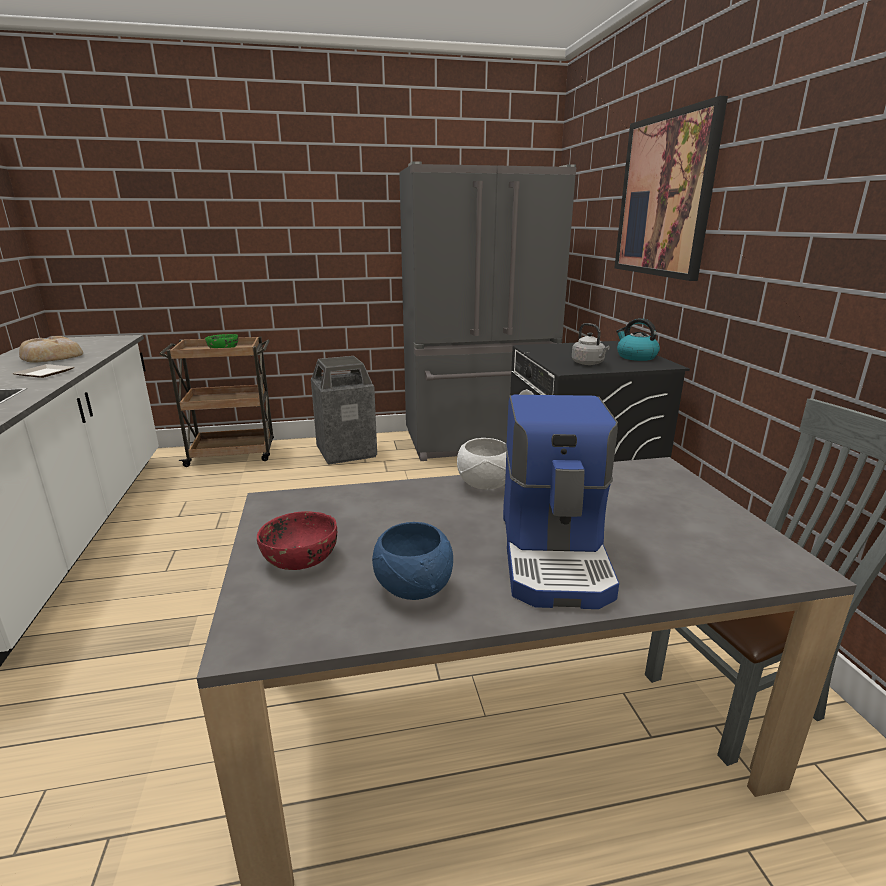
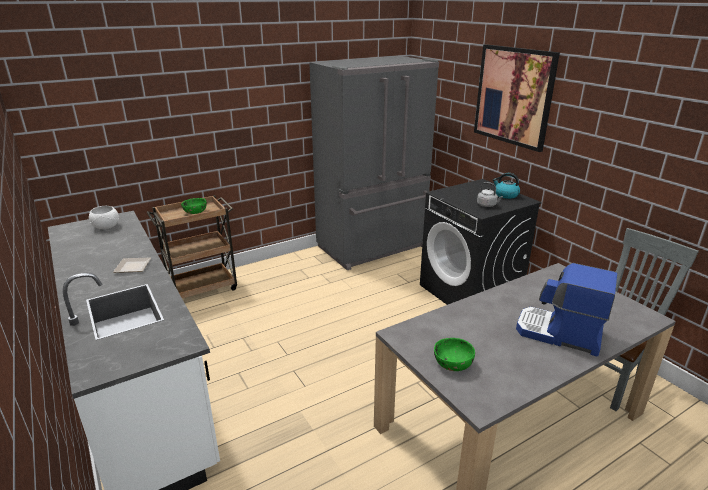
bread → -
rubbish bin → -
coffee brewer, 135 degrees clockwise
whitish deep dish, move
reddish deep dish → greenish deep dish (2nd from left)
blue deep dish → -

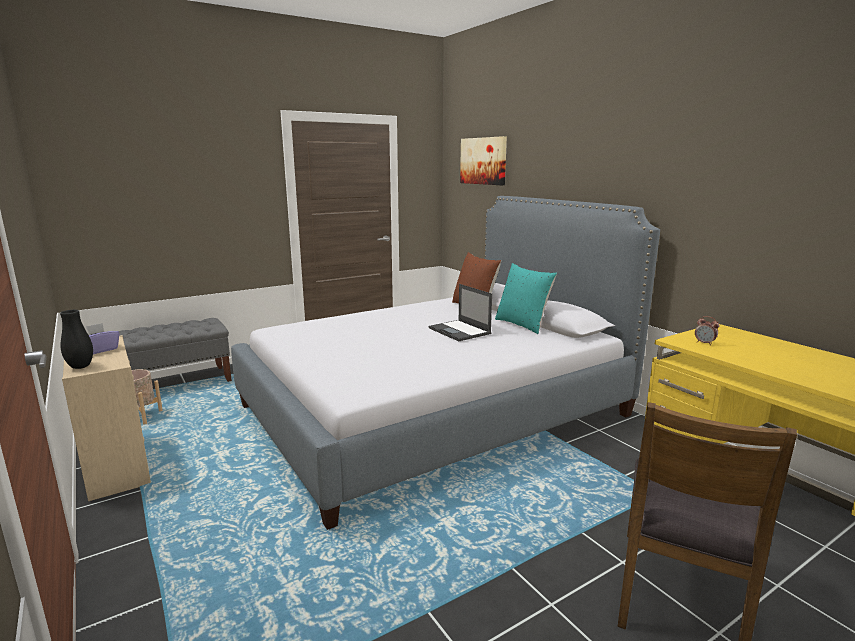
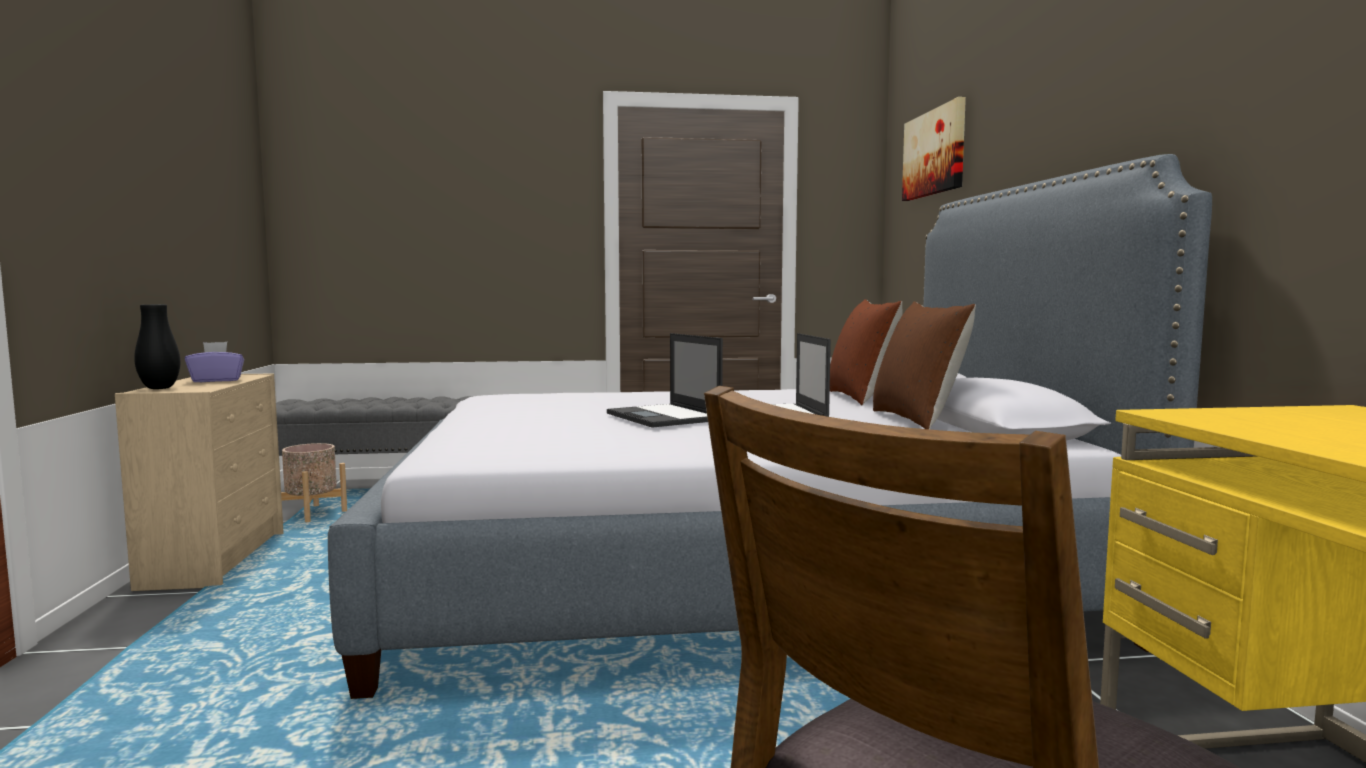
turquoise throw pillow → brown throw pillow (2nd from left)
alarm clock → -
- → laptop (1st from left)

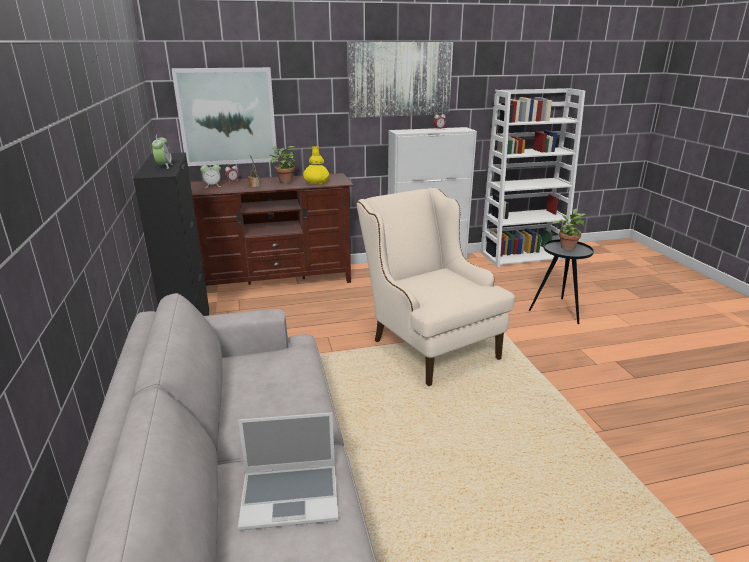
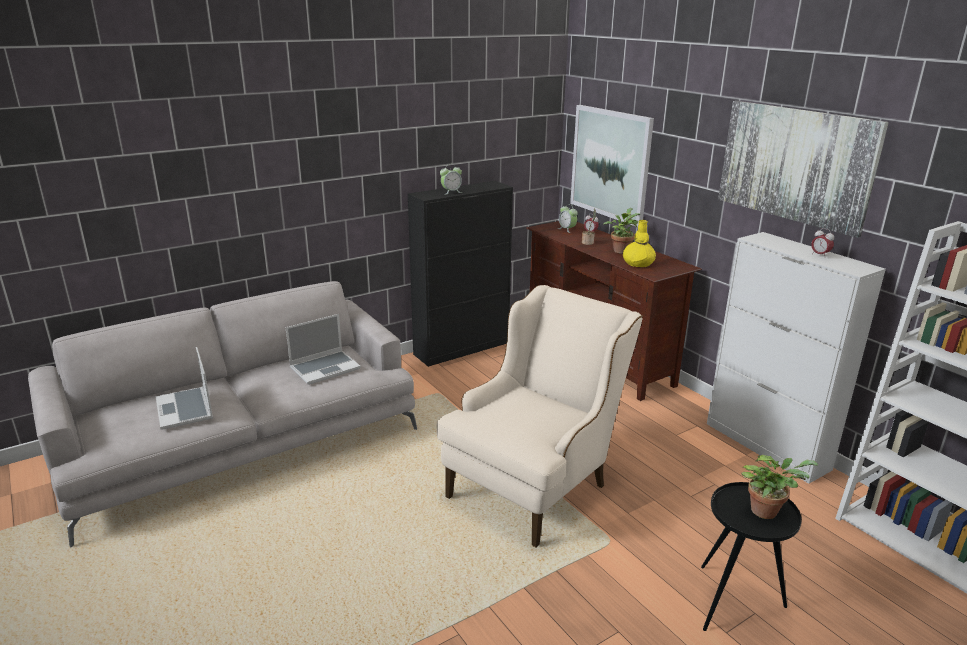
- → laptop (2nd from left)

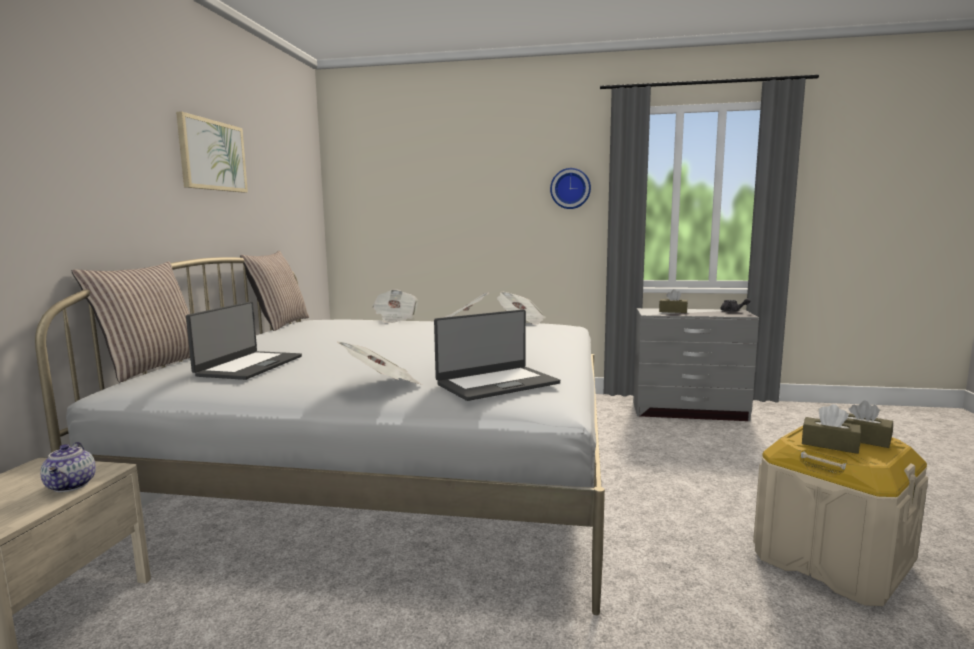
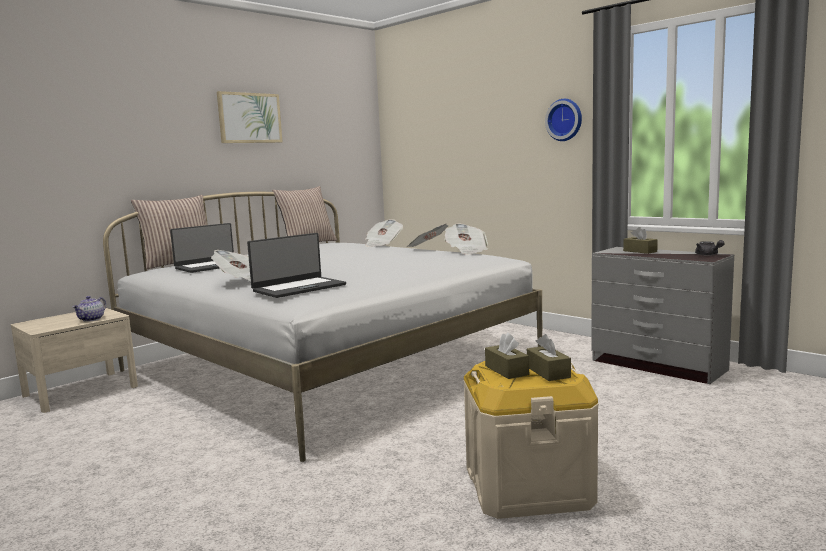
laptop (2nd from left), 45 degrees counterclockwise

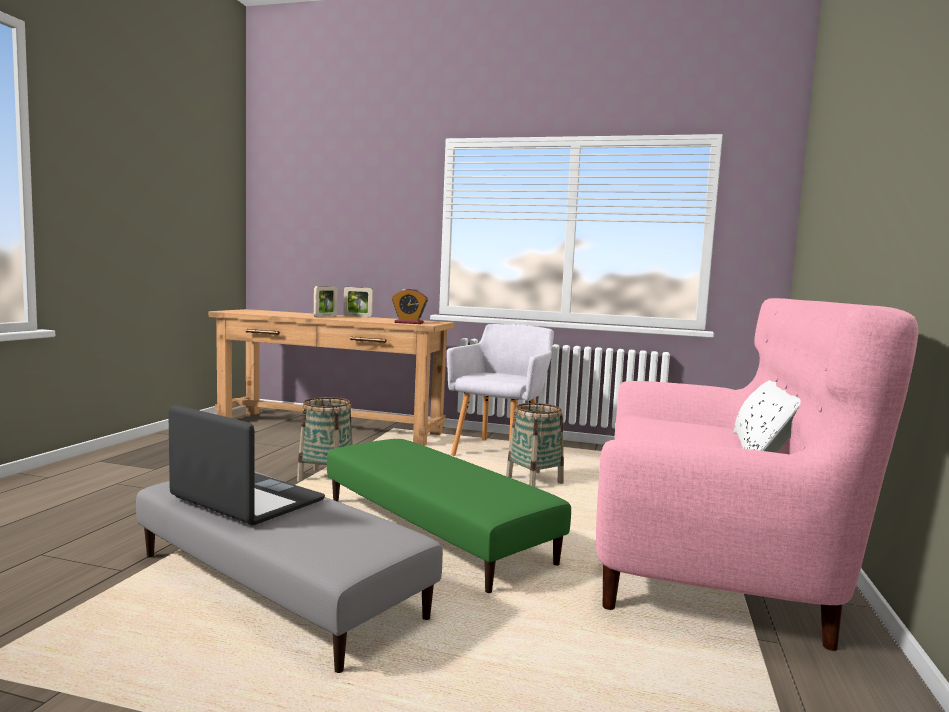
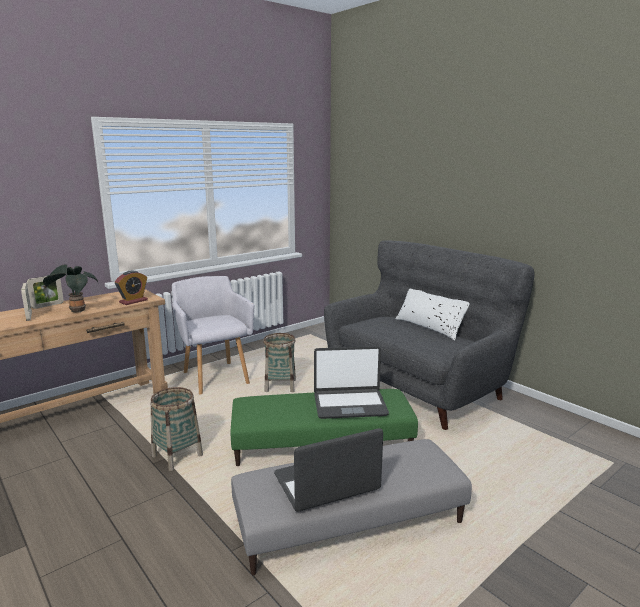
pink sofa → greyish sofa
- → houseplant
- → laptop (2nd from left)

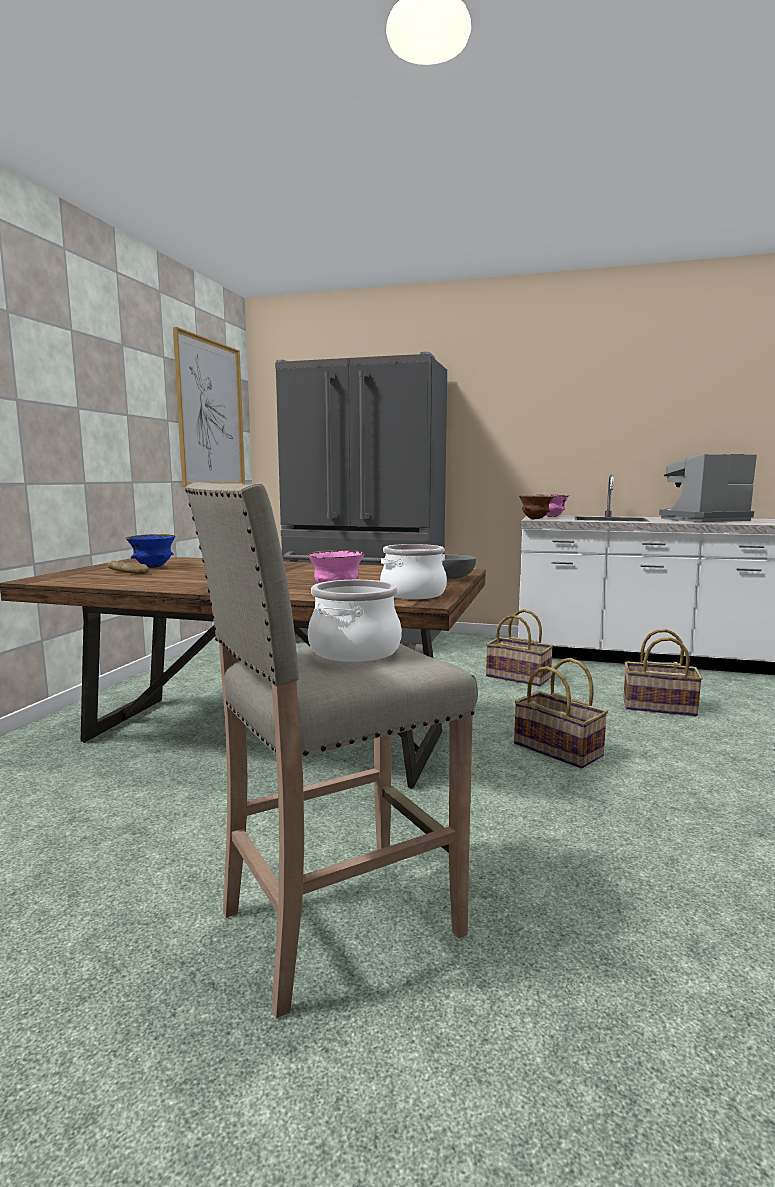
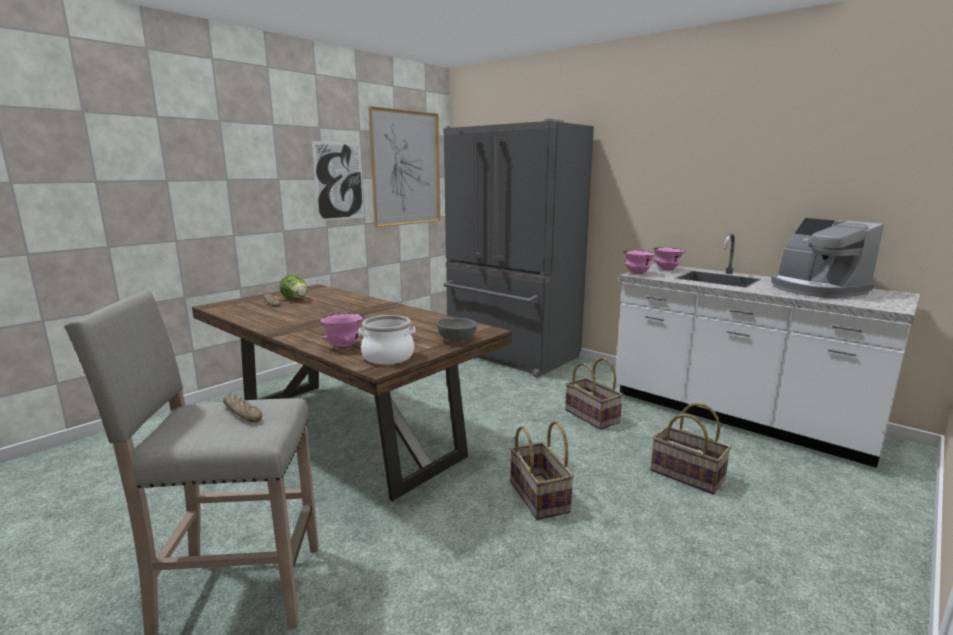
coffee brewer, 120 degrees counterclockwise
brown deep dish → pink deep dish (2nd from left)
blue deep dish → lettuce
cooking pot (1st from left) → bread (1st from left)
- → wall art (1st from left)

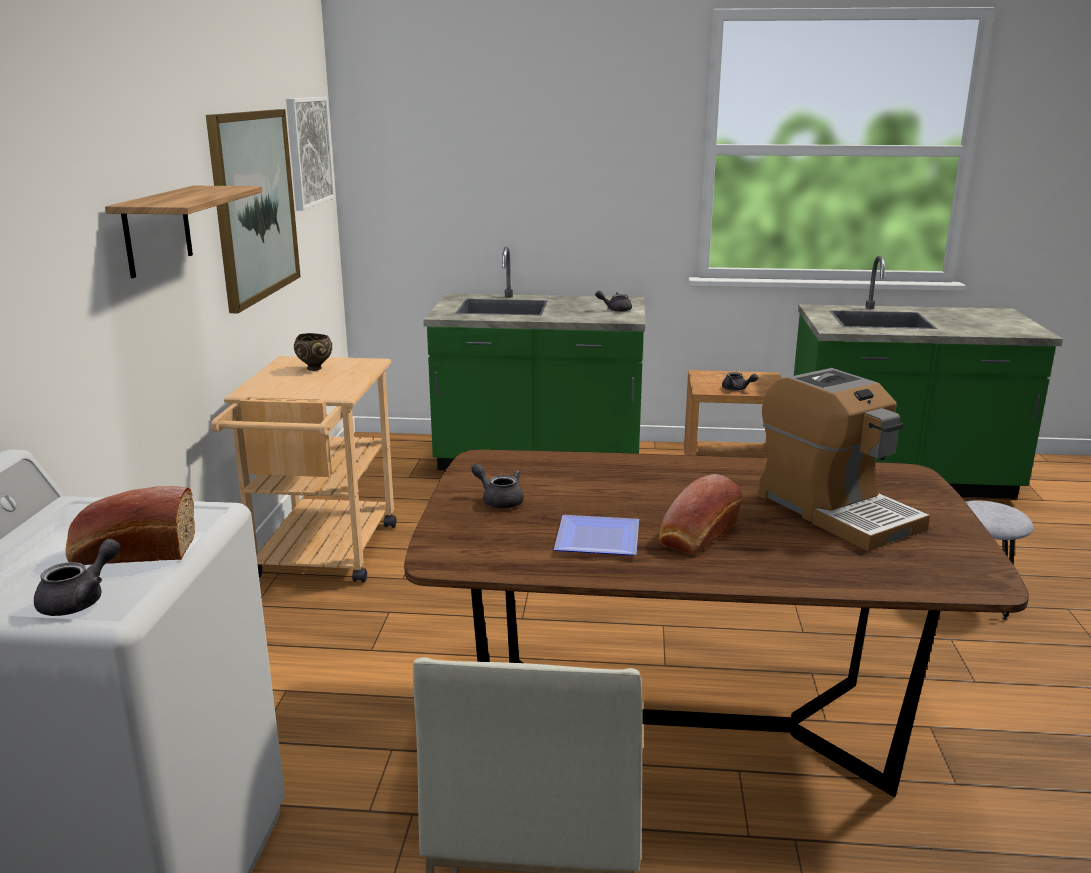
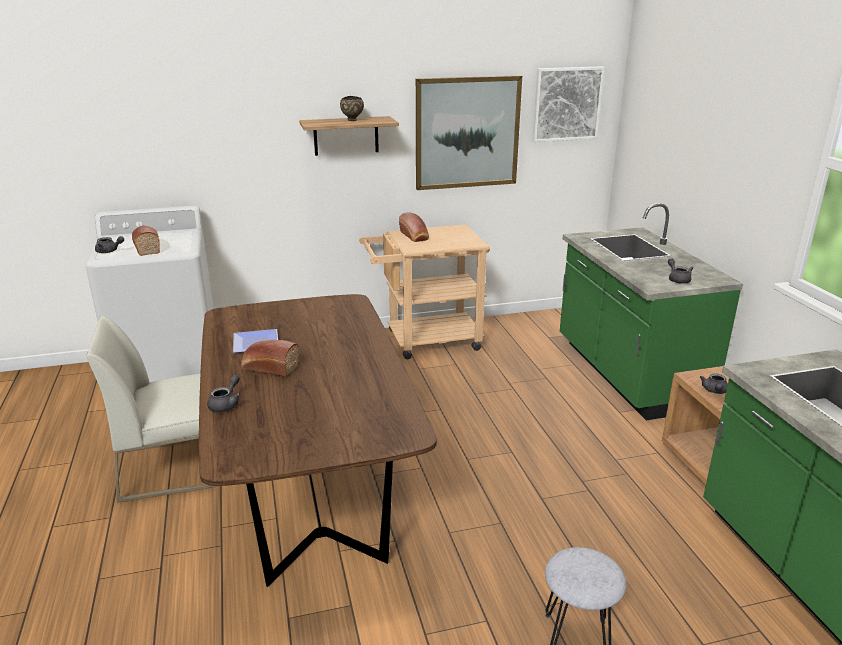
brown deep dish, move
coffee brewer → -
greyish pot for tea (2nd from left), move
- → bread (3rd from left)

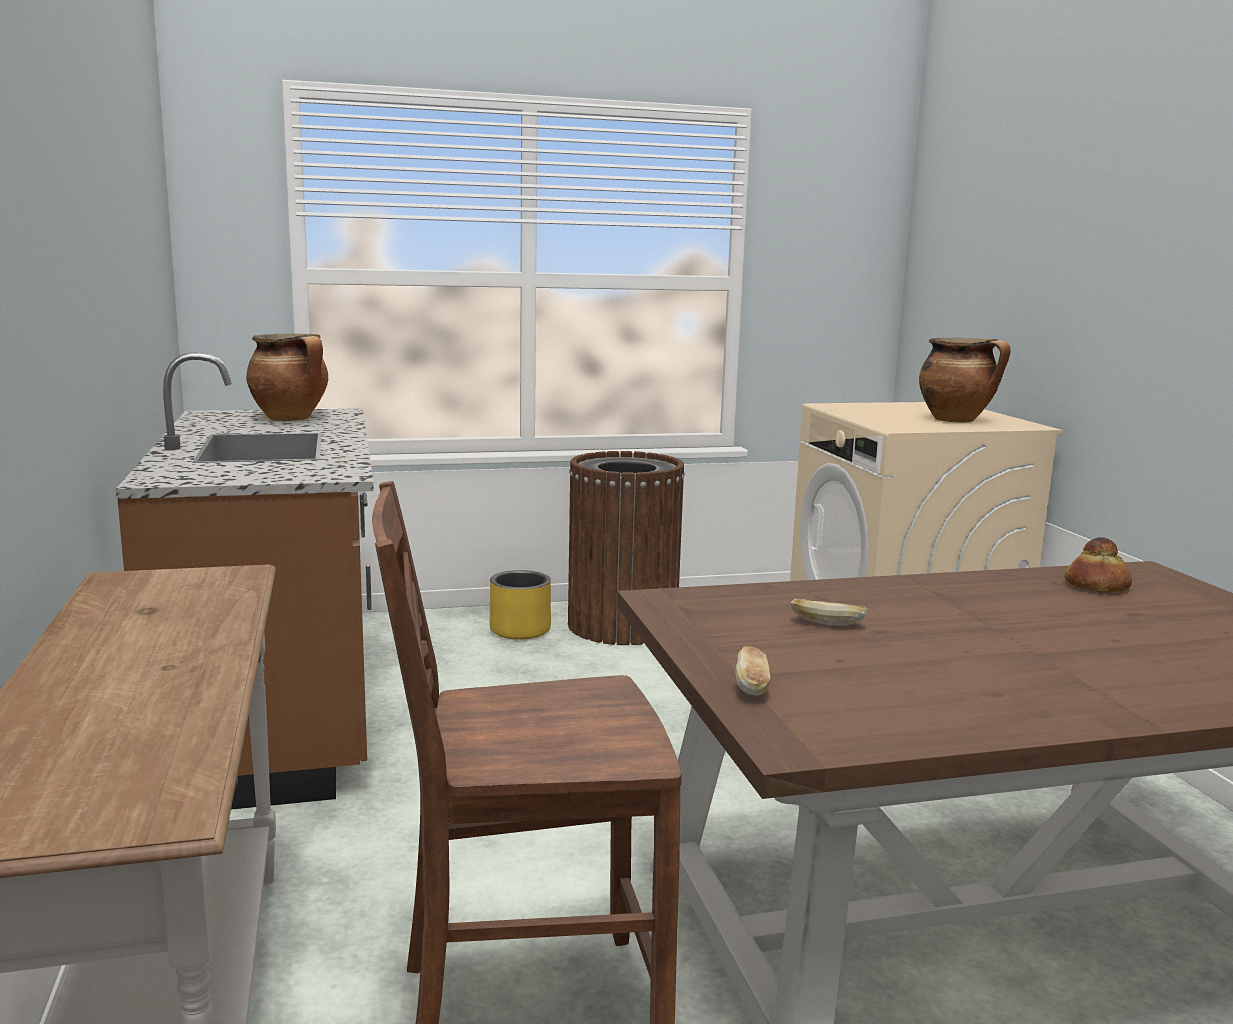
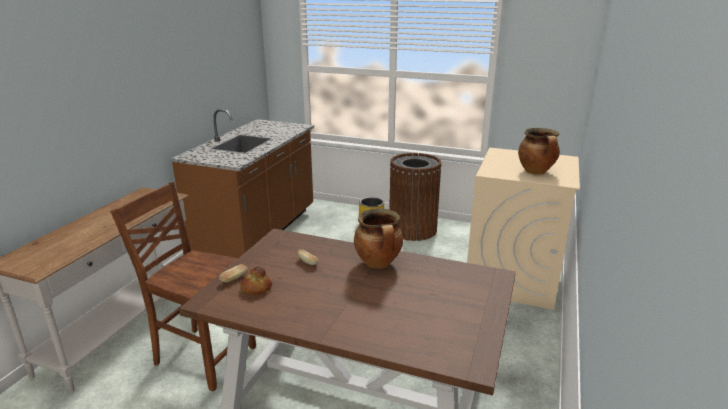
cooking pot (1st from left), move
bread (3rd from left in the first image) → bread (2nd from left), move

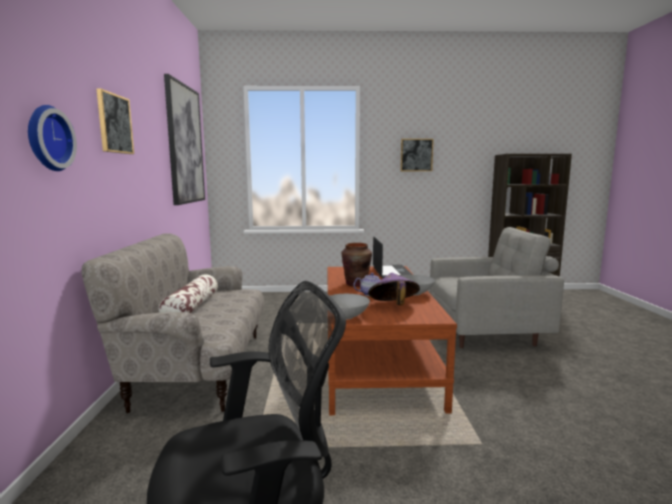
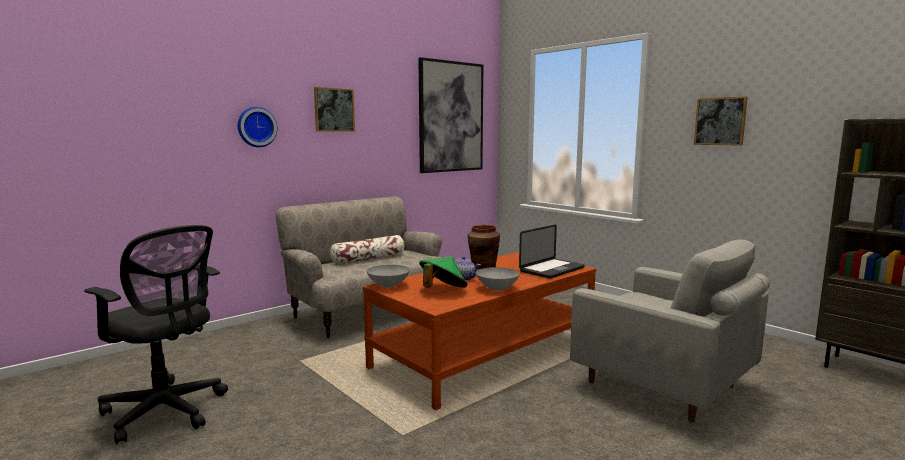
purplish wearable hat → greenish wearable hat

